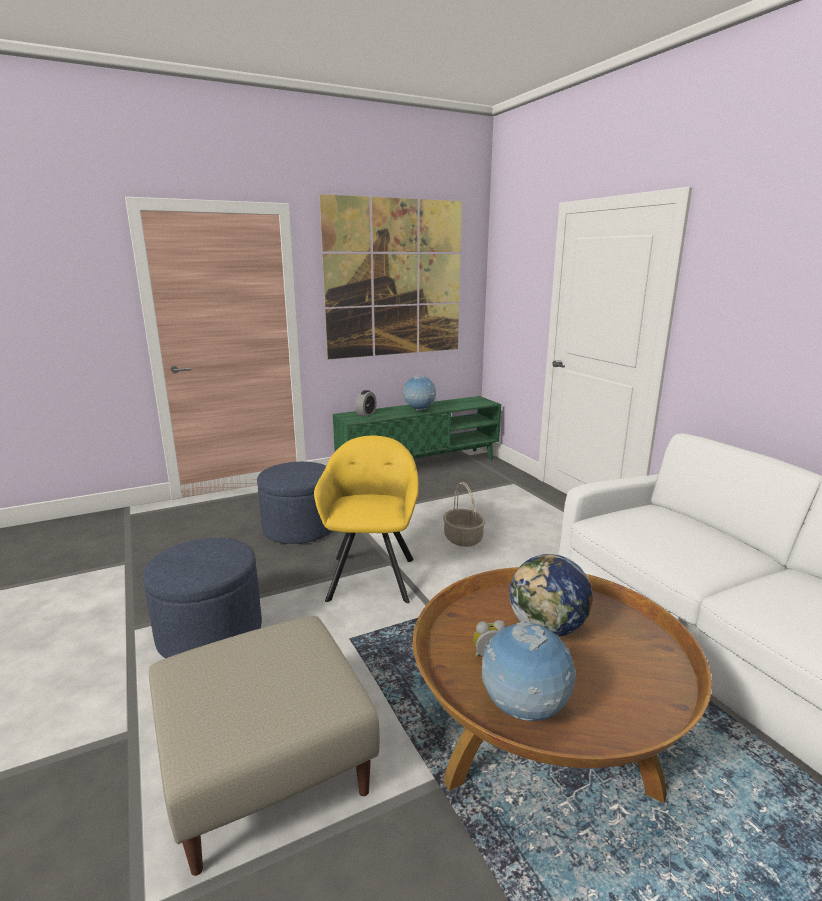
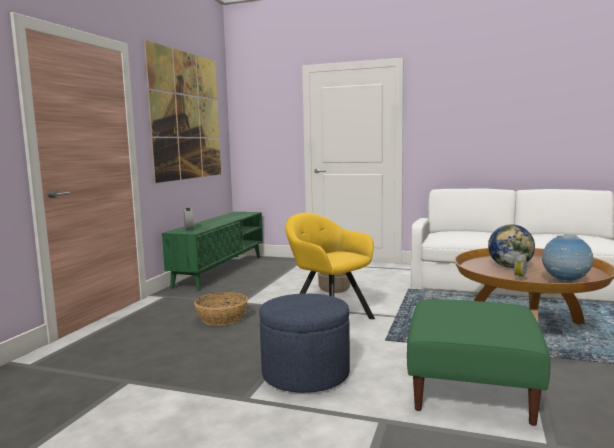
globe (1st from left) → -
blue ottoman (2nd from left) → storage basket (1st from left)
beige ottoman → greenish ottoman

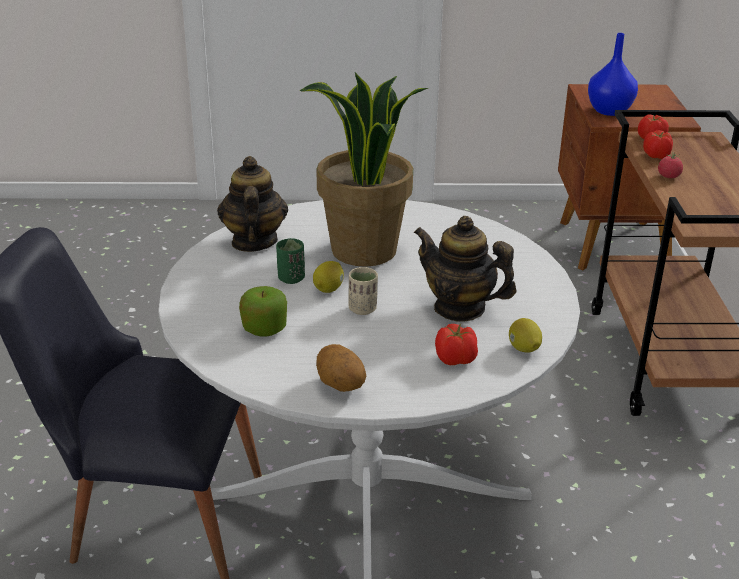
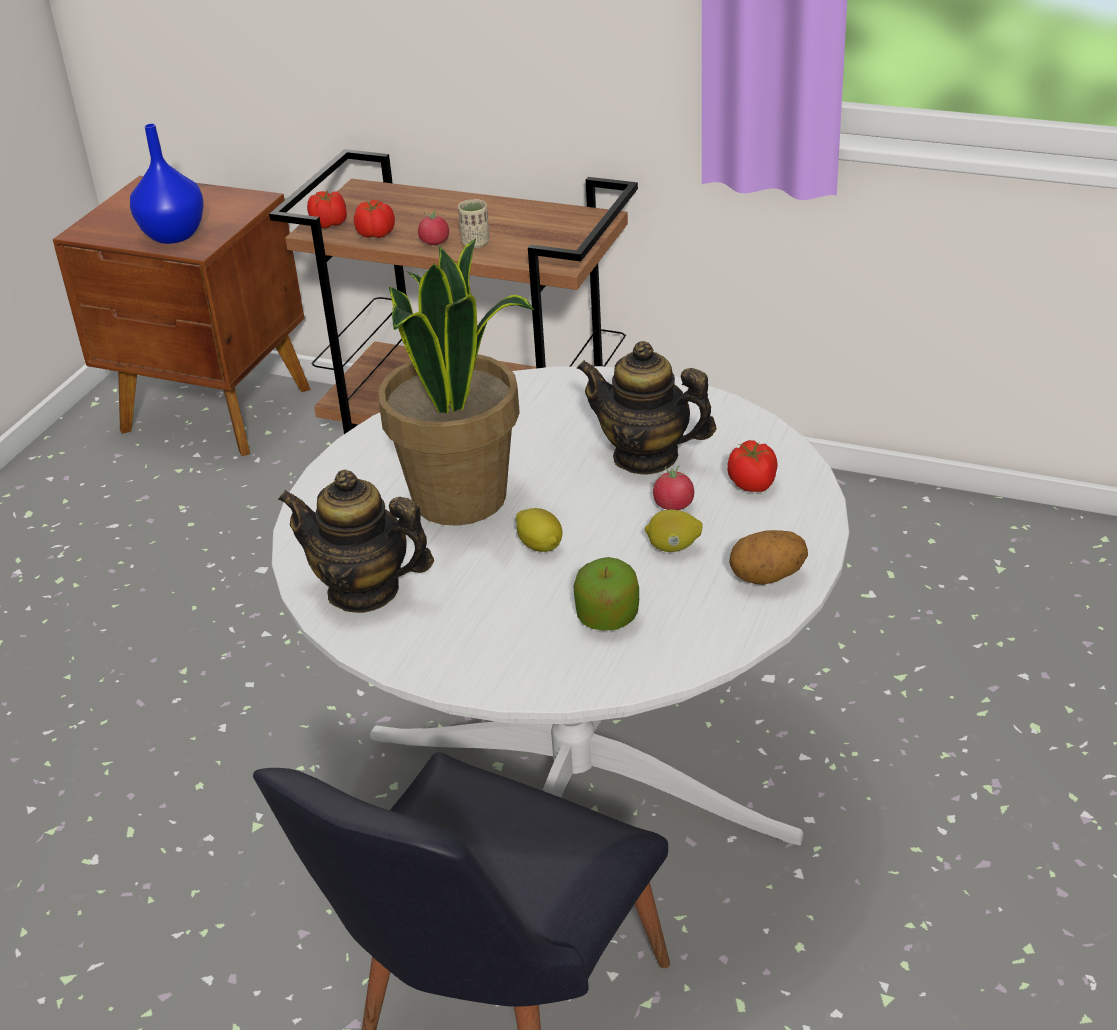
pot for tea (2nd from left), 60 degrees clockwise
greenish small cup → -
beige small cup, move
citrus fruit (2nd from left), move
- → whole tomato (4th from left)

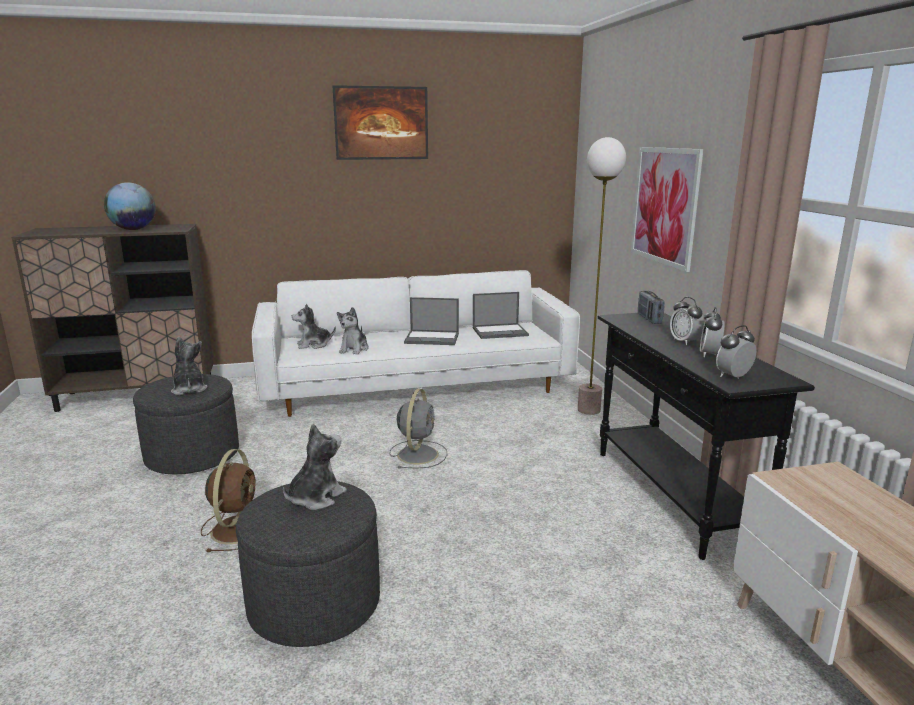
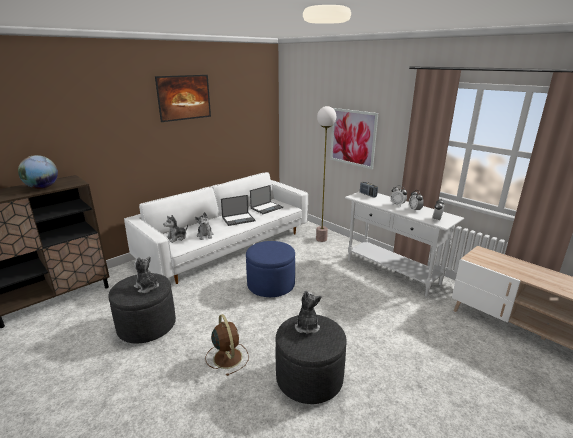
blackish console table → whitish console table
greyish fan → blue ottoman

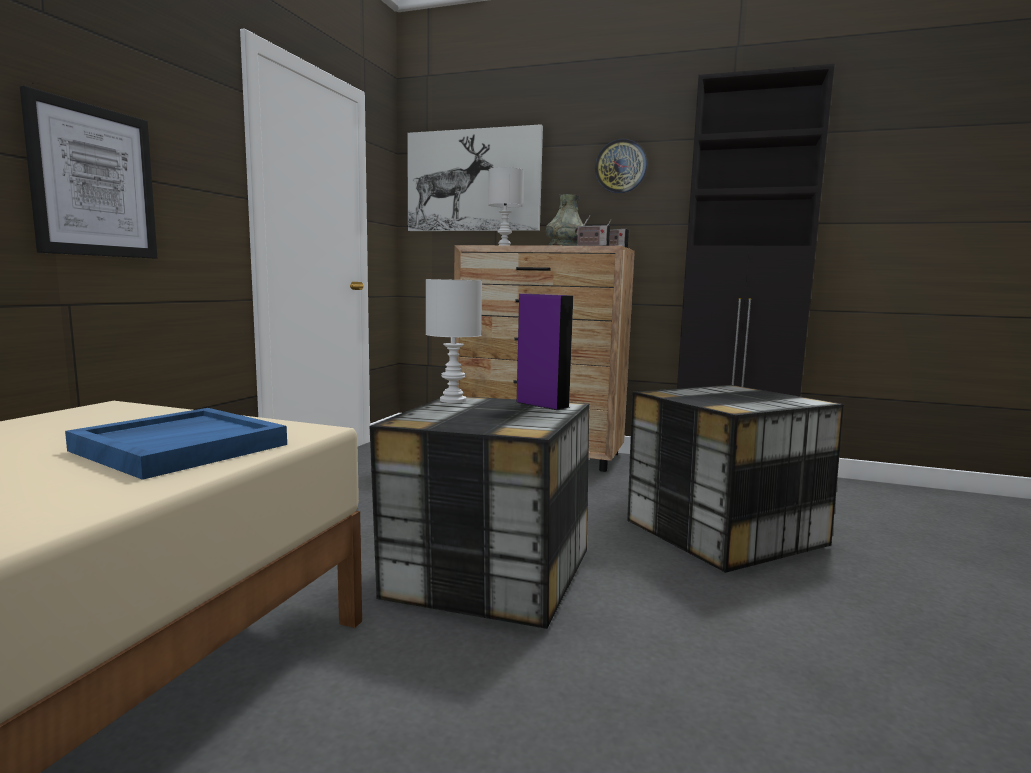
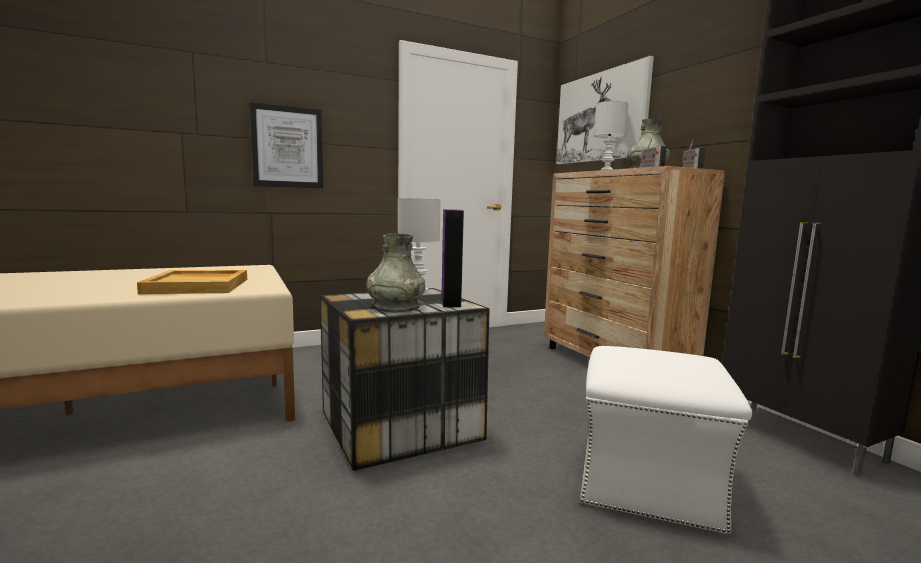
clock on the wall → -
storage bin (2nd from left) → whitish ottoman
blue carrying tray → beige carrying tray
- → greyish vase (1st from left)

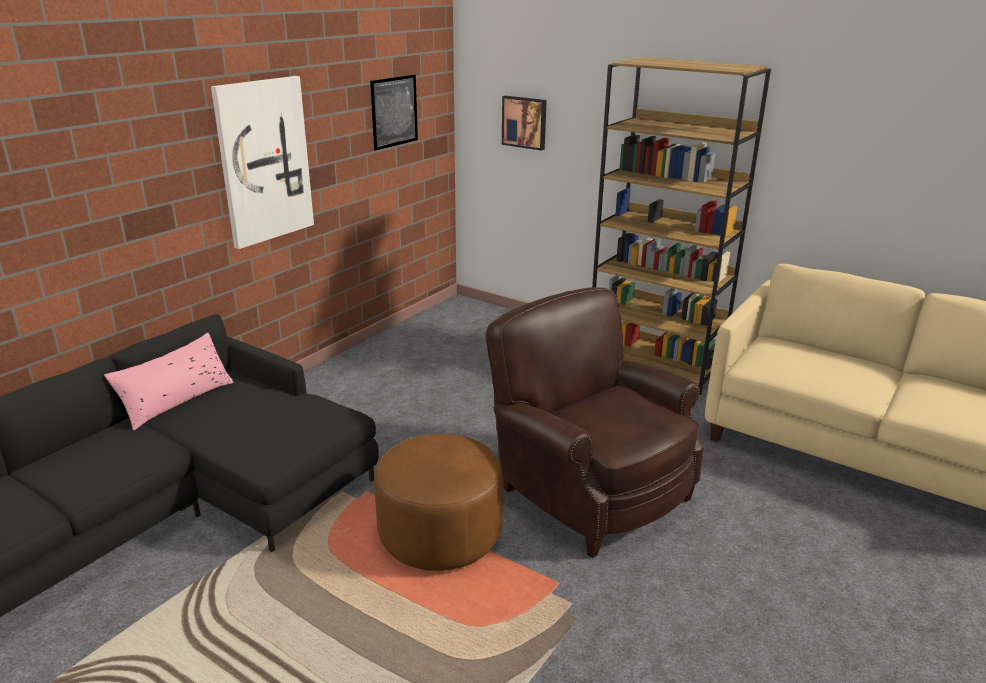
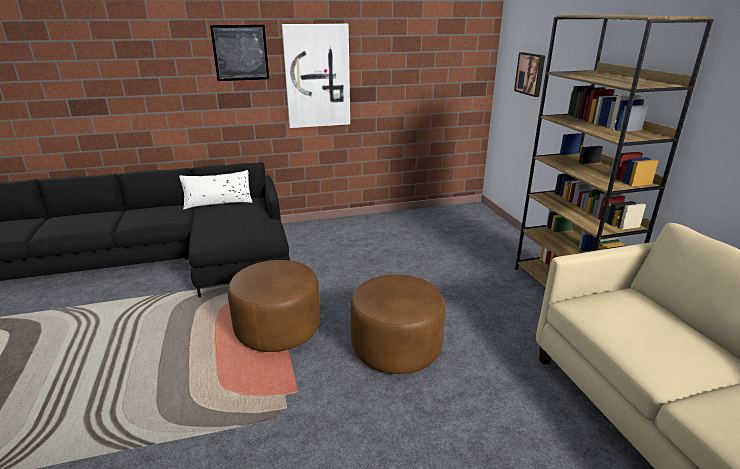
wall art (2nd from left in the first image) → wall art (1st from left), move
brown easy chair → brown ottoman (2nd from left)
pink throw pillow → whitish throw pillow

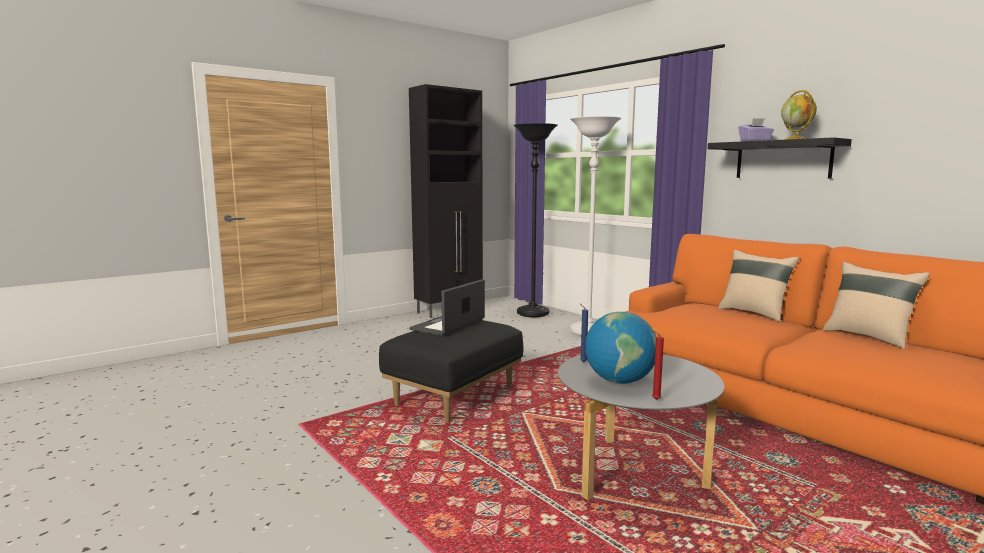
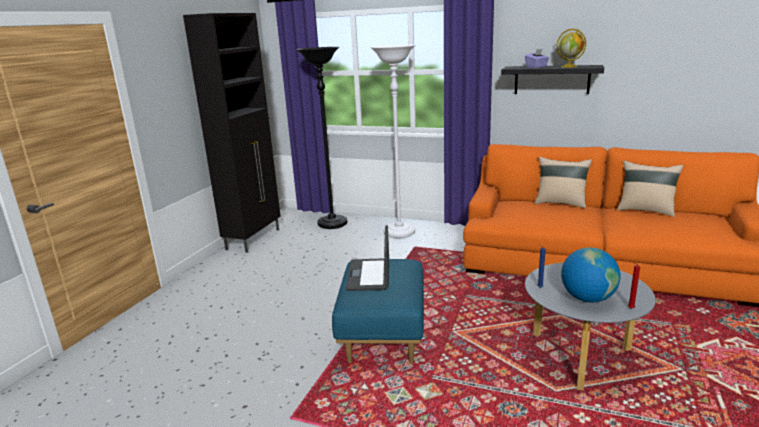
blackish ottoman → blue ottoman

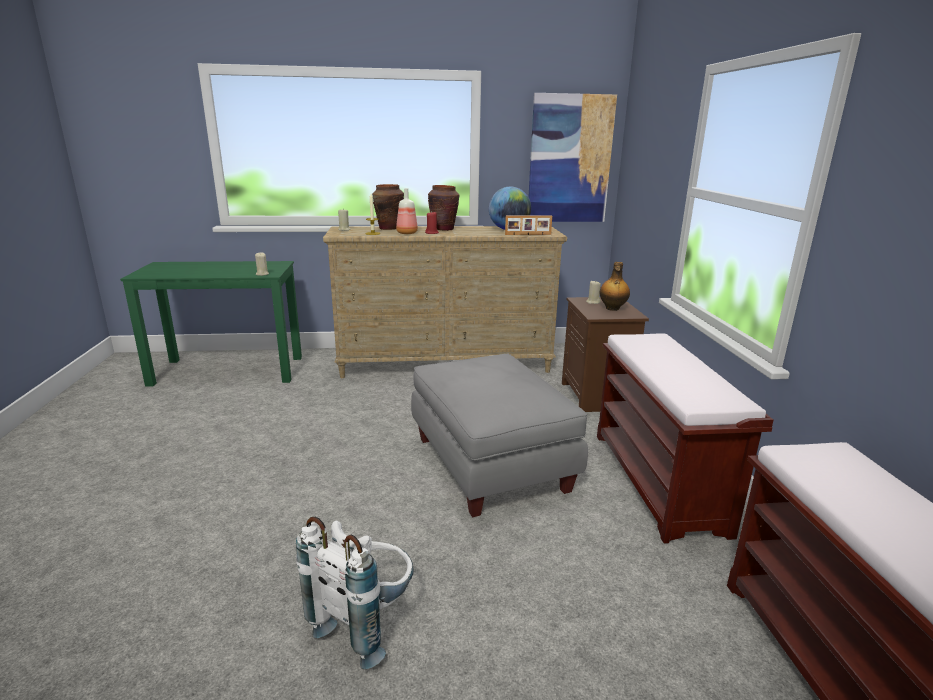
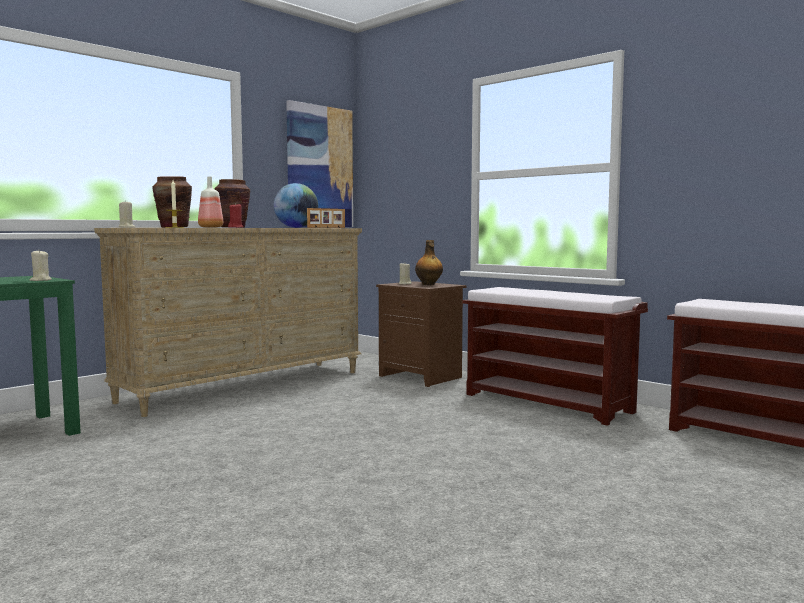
greyish ottoman → -
whitish backpack → -

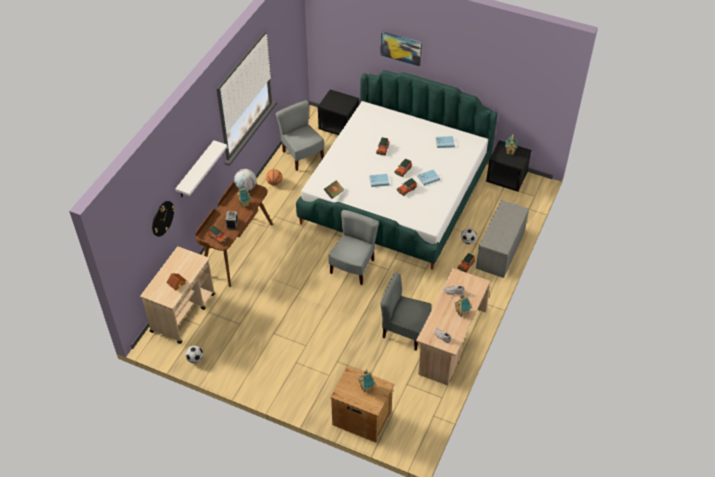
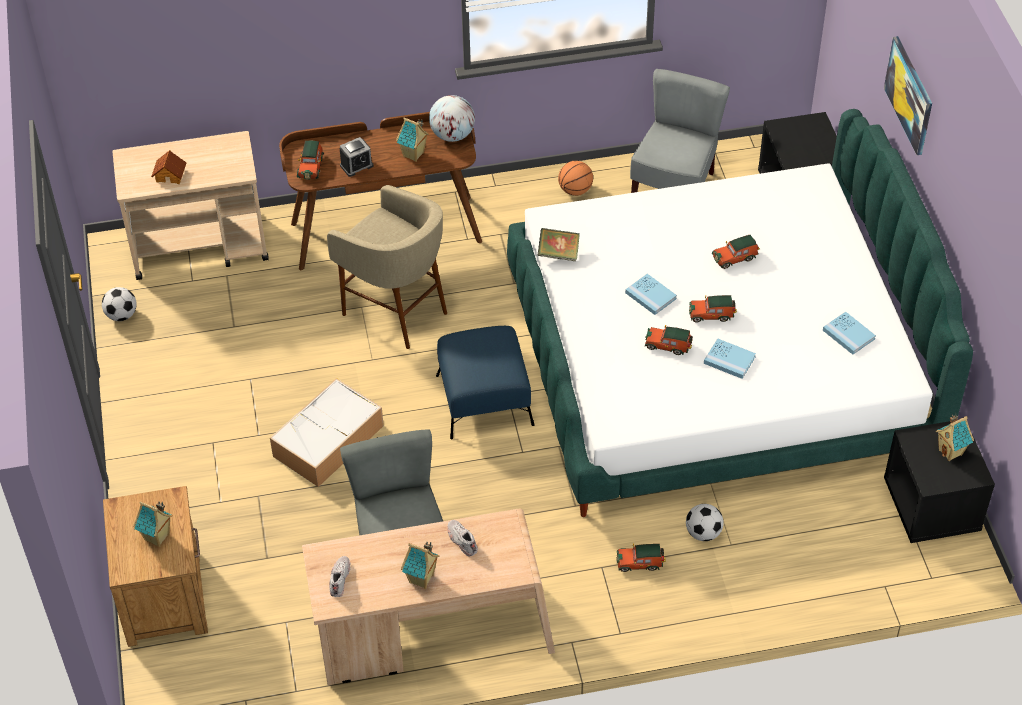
whitish shelf → -
greyish long seat → -
clock on the wall → -
greyish plain chair (2nd from left) → blue ottoman
- → beige stool seat
- → storage bin

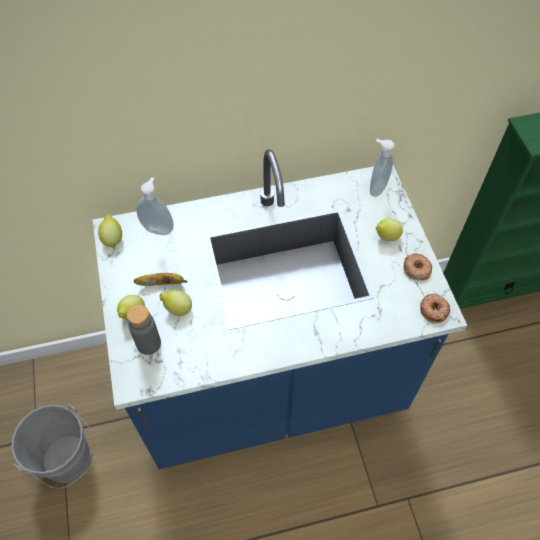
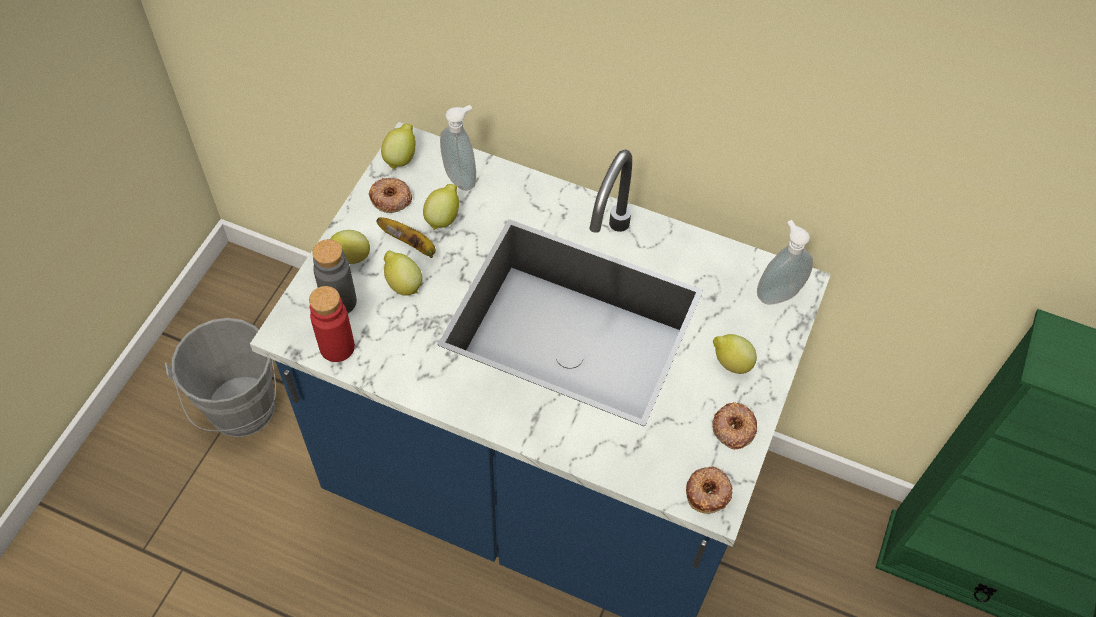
- → ring doughnut (1st from left)
- → citrus fruit (4th from left)
- → reddish bottle

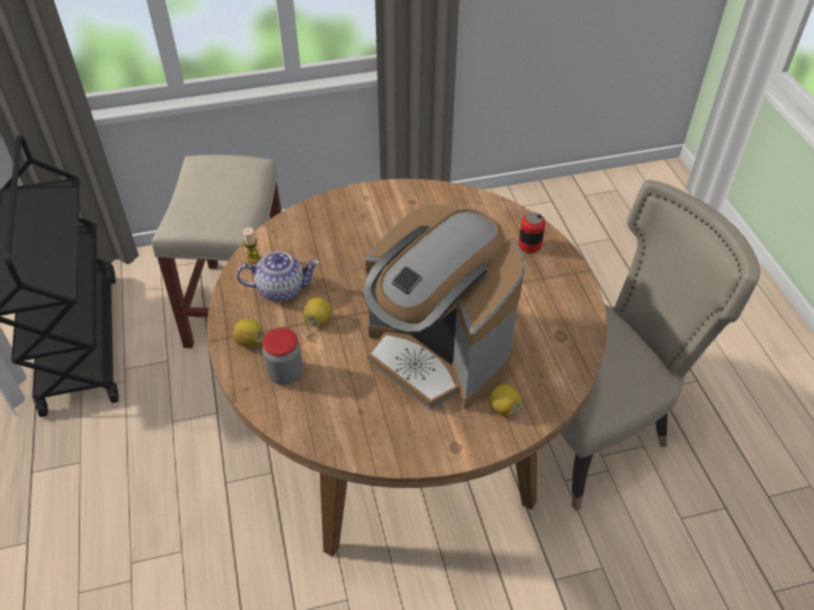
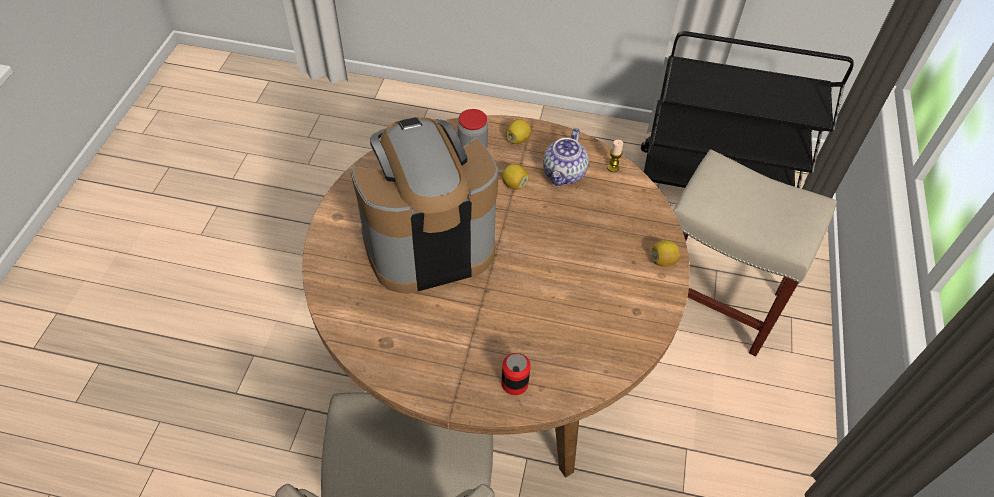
citrus fruit (3rd from left), move

